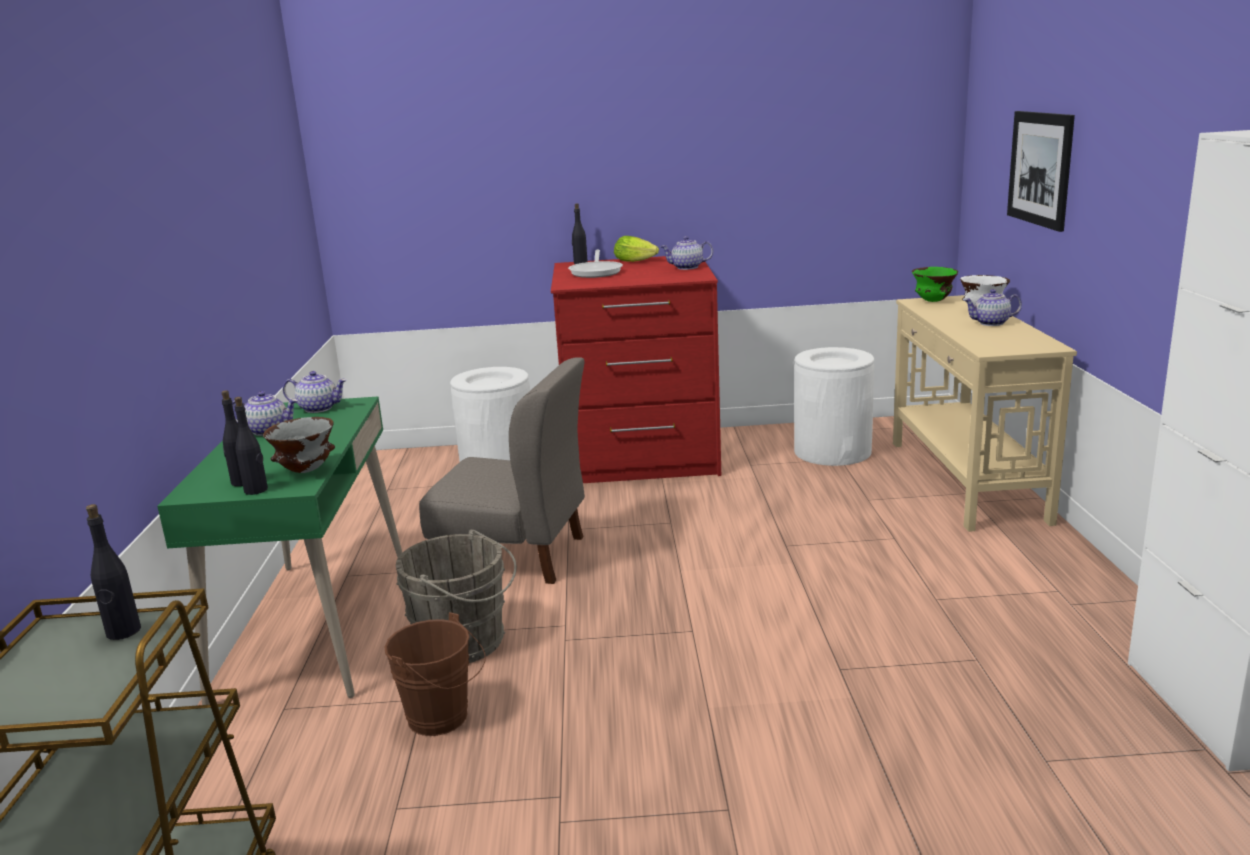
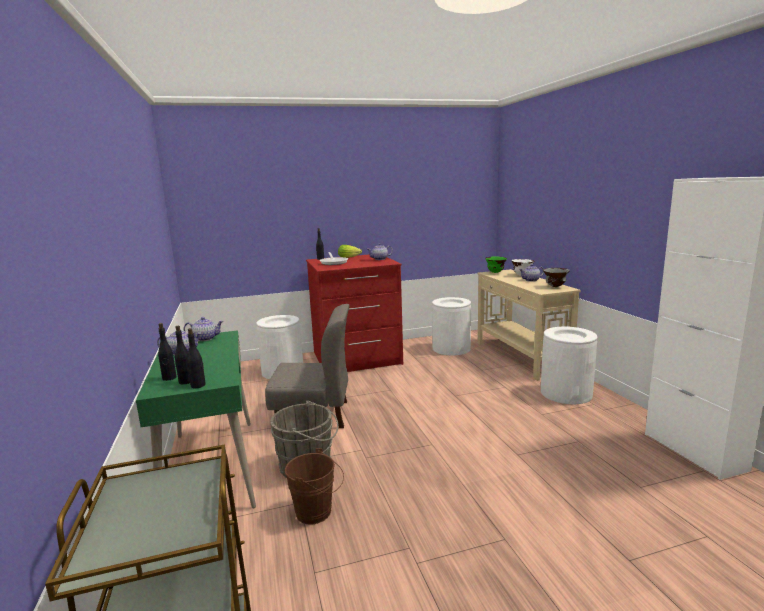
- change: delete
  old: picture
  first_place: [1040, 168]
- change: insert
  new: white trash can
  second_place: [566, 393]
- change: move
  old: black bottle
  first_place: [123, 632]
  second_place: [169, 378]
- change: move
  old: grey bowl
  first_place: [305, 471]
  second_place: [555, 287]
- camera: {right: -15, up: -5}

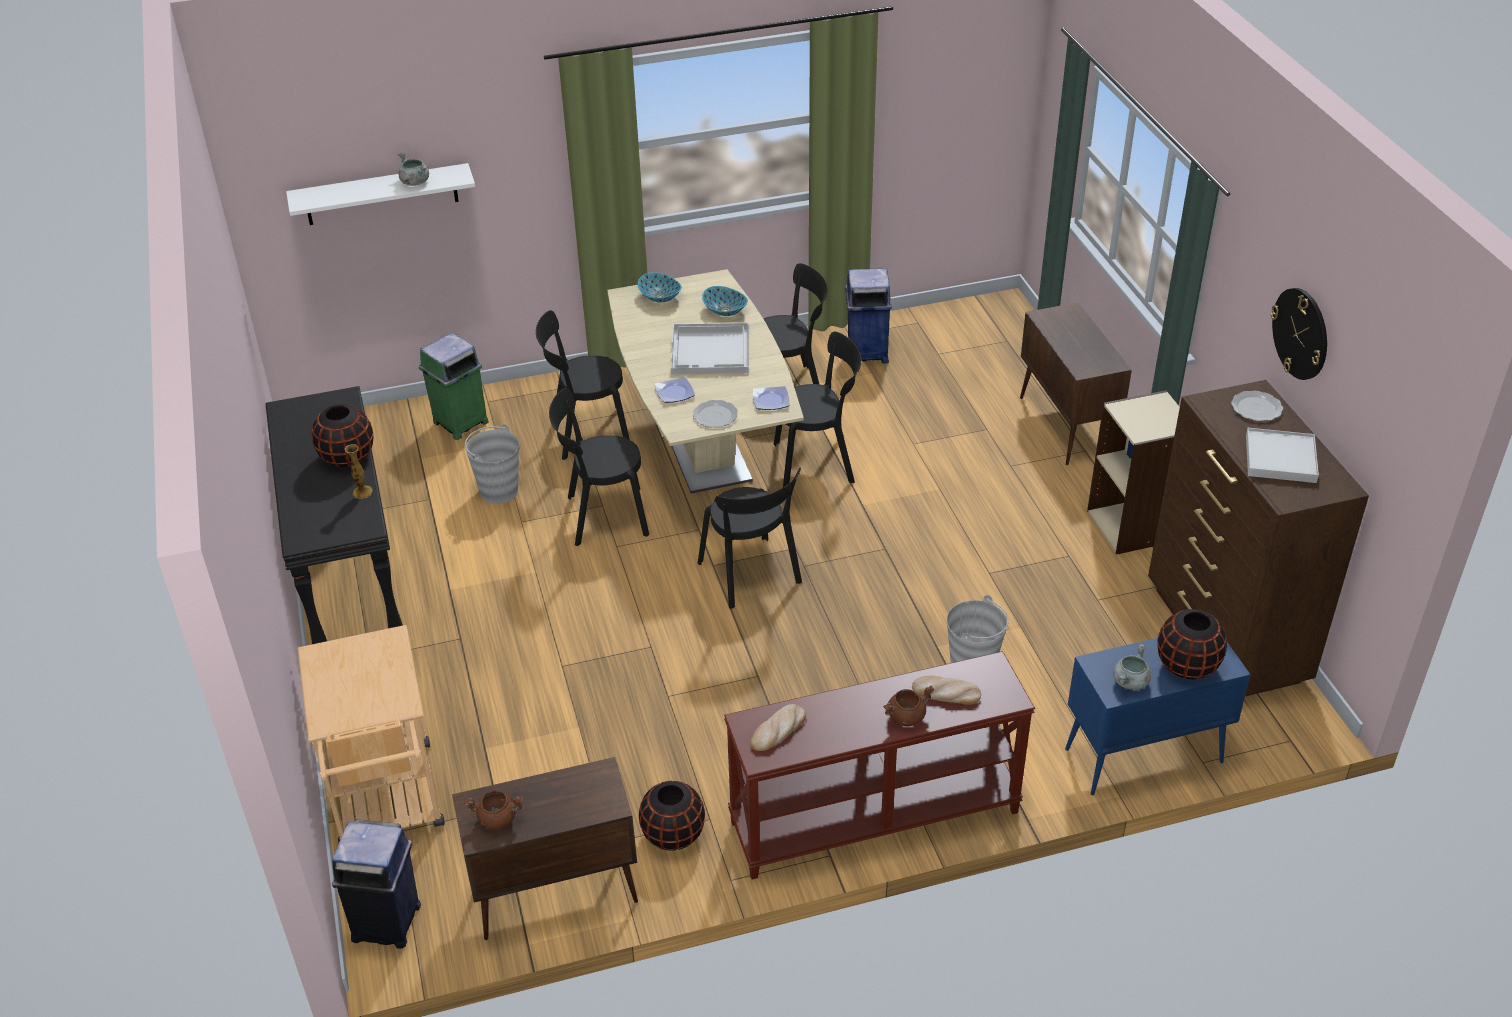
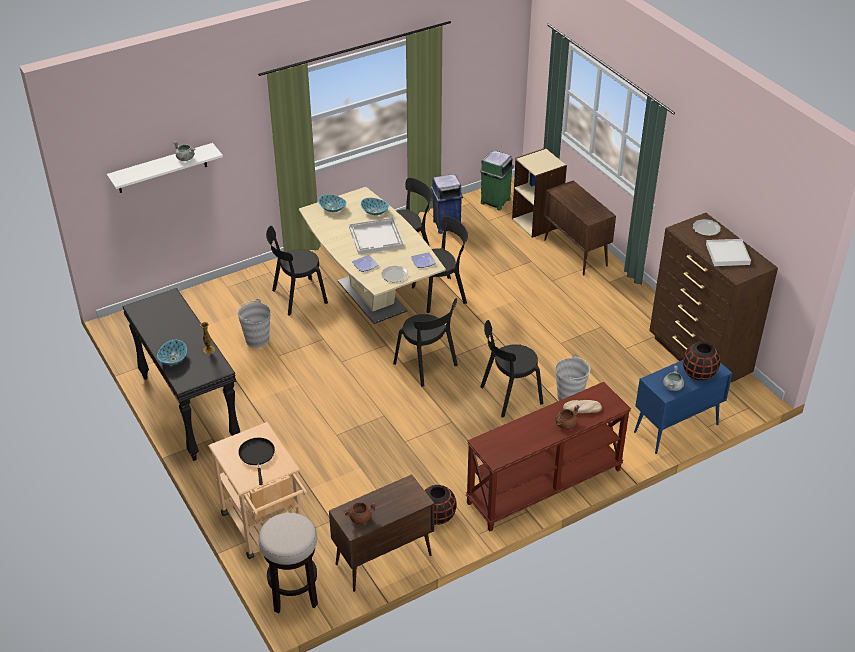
- change: delete
  old: black vase
  first_place: [347, 457]
- change: delete
  old: bread
  first_place: [778, 730]
- change: delete
  old: wall clock
  first_place: [1301, 333]
- change: insert
  new: bowl
  second_place: [173, 359]
- change: insert
  new: black frying pan
  second_place: [257, 456]
- change: move
  old: green trash can
  first_place: [459, 423]
  second_place: [495, 202]
- change: move
  old: black chair
  first_place: [602, 516]
  second_place: [508, 396]
- change: move
  old: beige bookcase
  first_place: [1133, 525]
  second_place: [537, 223]
- change: replace
  old: blue trash can
  new: stool
  first_place: [388, 923]
  second_place: [294, 593]
- camera: {right: -15, up: 0}

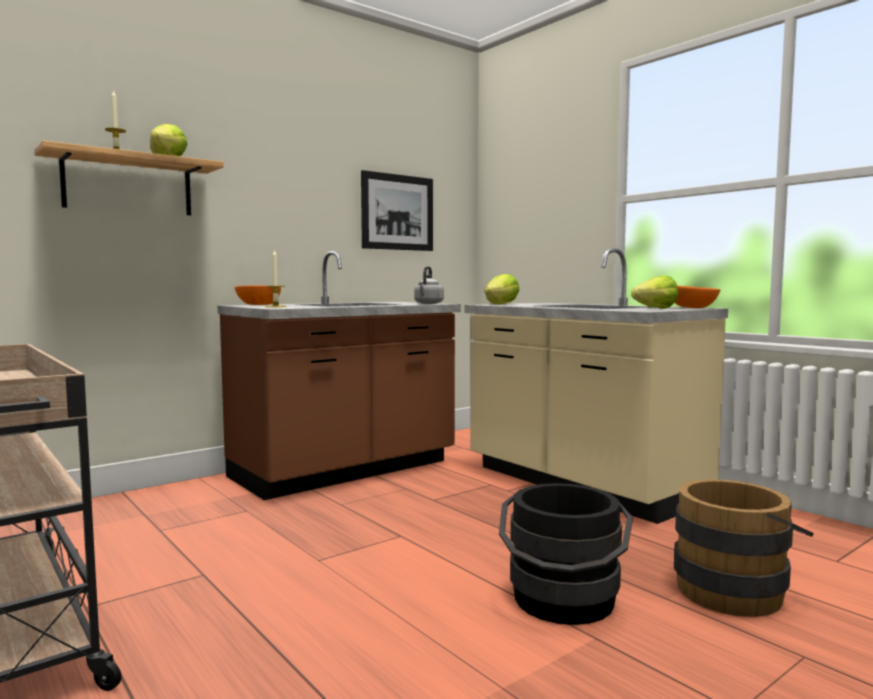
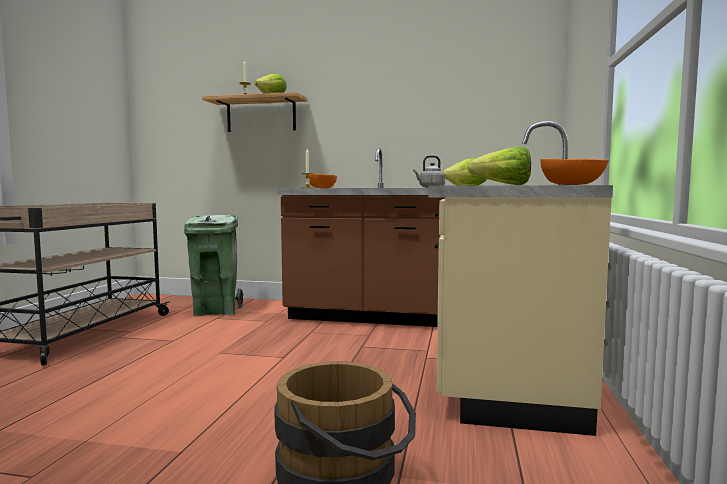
- change: delete
  old: picture
  first_place: [397, 212]
- change: delete
  old: black bucket
  first_place: [563, 604]
- change: insert
  new: green trash can
  second_place: [215, 311]
- camera: {right: 50, up: 0}

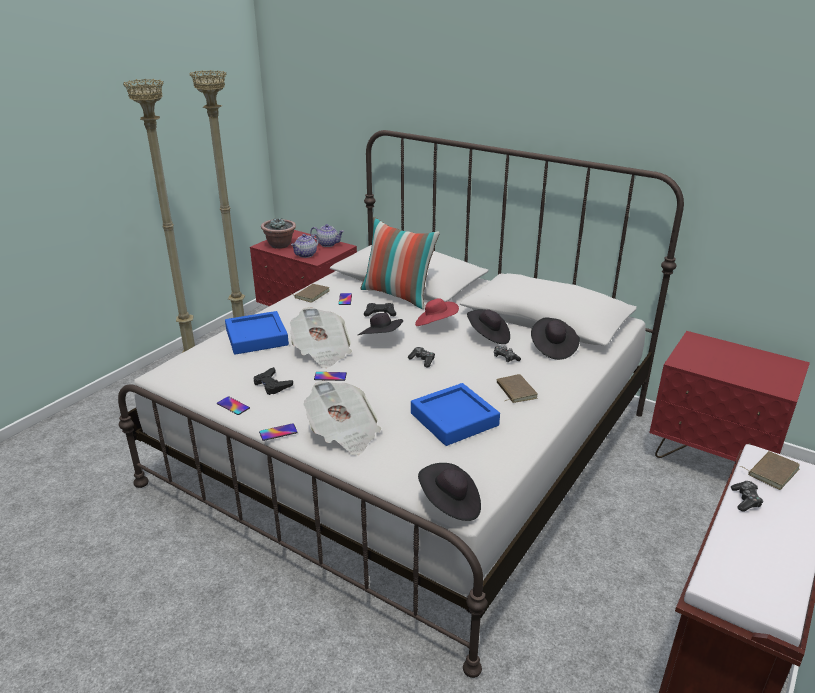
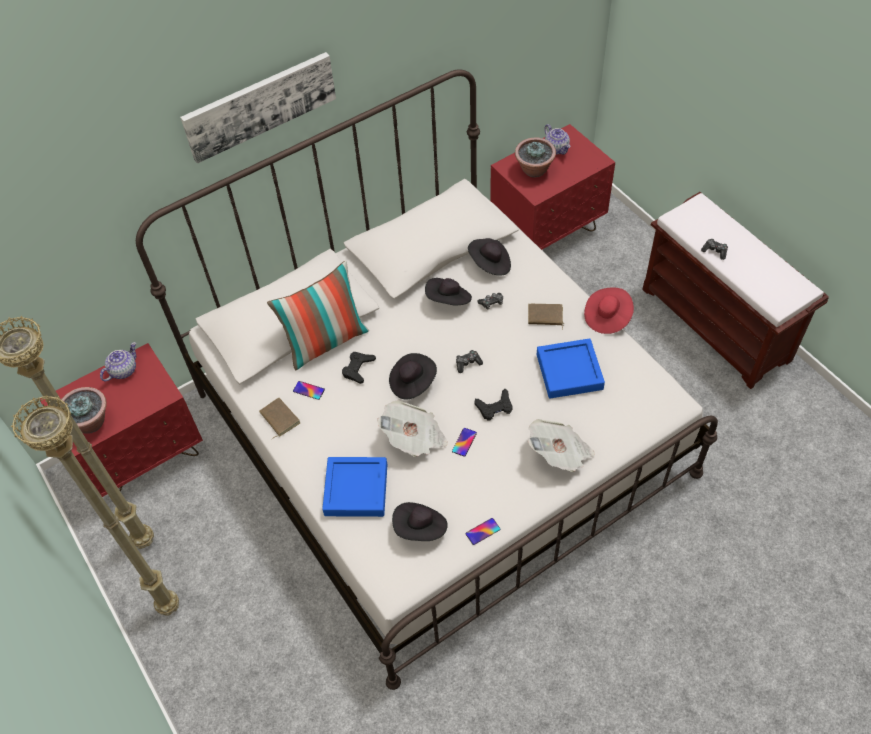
- change: delete
  old: phone
  first_place: [278, 432]
- change: delete
  old: brown book
  first_place: [771, 471]
- change: insert
  new: picture
  second_place: [259, 105]
- change: insert
  new: potted plant
  second_place: [534, 170]
- change: move
  old: black game controller
  first_place: [272, 385]
  second_place: [495, 407]
- change: move
  old: teapot
  first_place: [306, 255]
  second_place: [556, 149]
- change: move
  old: red hat
  first_place: [435, 324]
  second_place: [607, 317]
- change: move
  old: black hat
  first_place: [450, 504]
  second_place: [420, 528]
- camera: {right: -65, up: 25}

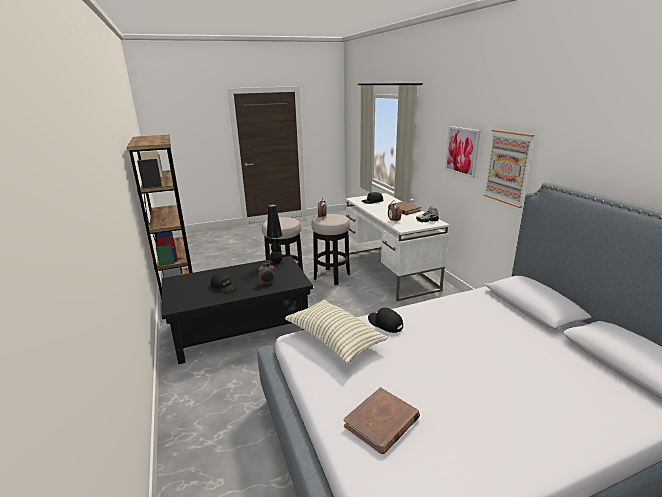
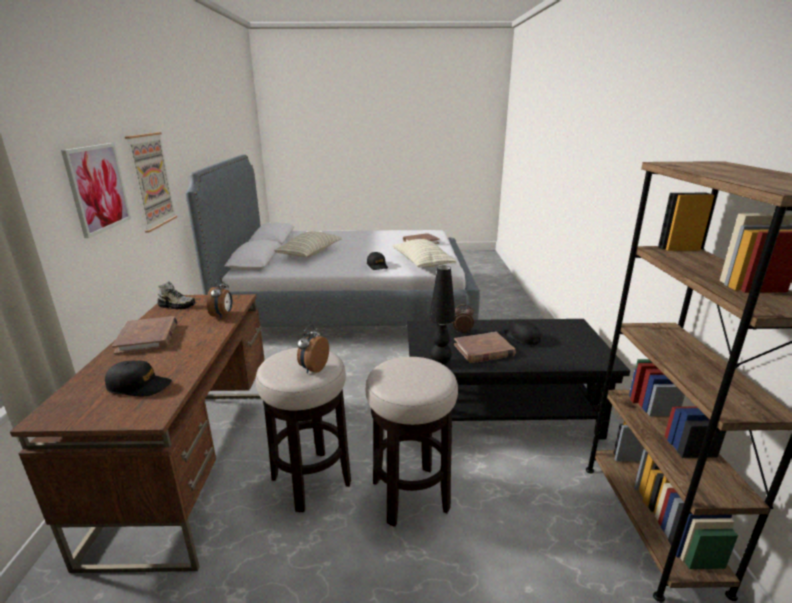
- change: insert
  new: pillow
  second_place: [310, 254]
- change: insert
  new: brown book
  second_place: [484, 350]
- change: recolor
  old: white desk
  new: brown desk
  first_place: [389, 271]
  second_place: [192, 464]
- camera: {right: -160, up: 0}

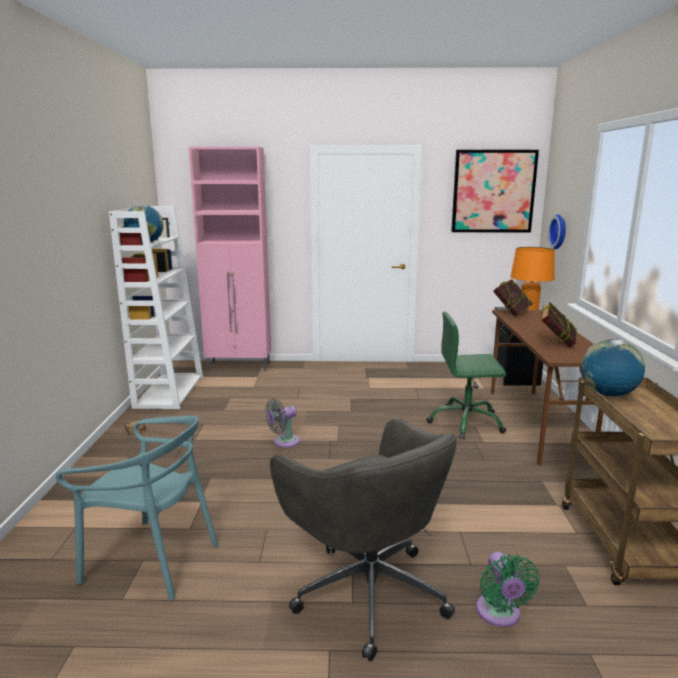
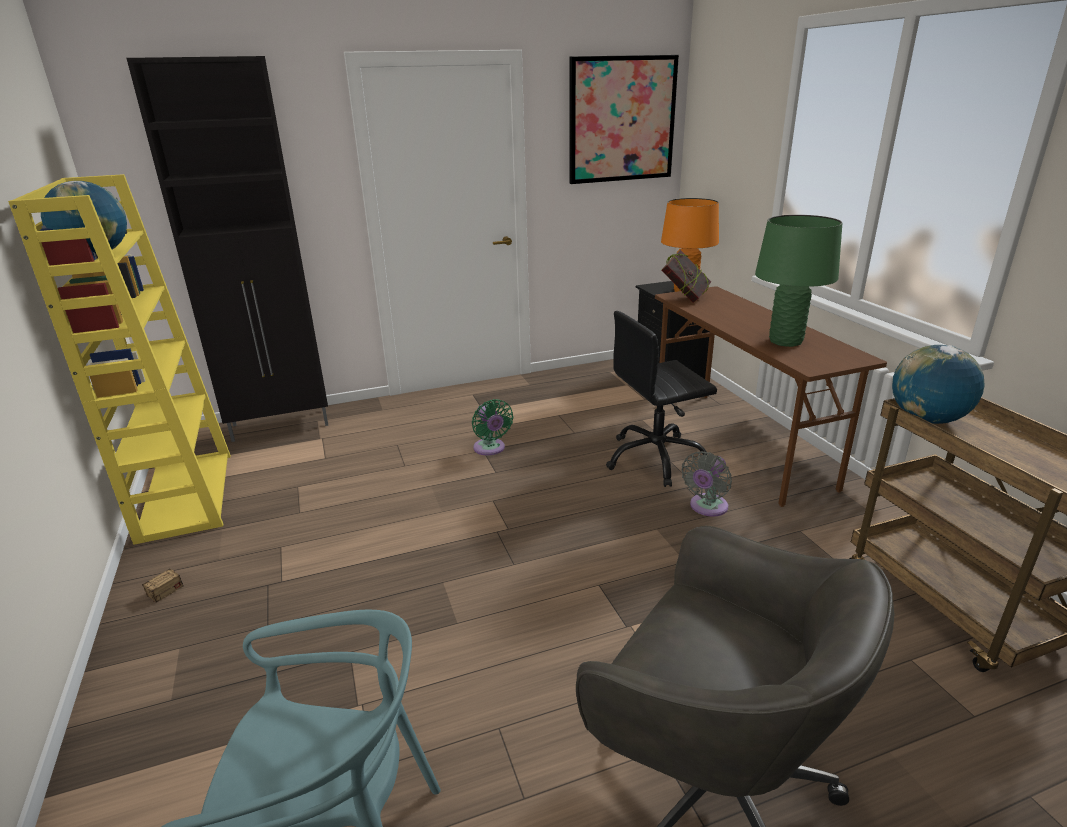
- change: delete
  old: wall clock
  first_place: [560, 231]
- change: move
  old: grey fan
  first_place: [284, 442]
  second_place: [706, 507]
- change: move
  old: green fan
  first_place: [499, 614]
  second_place: [490, 449]
- change: replace
  old: book
  new: green table lamp
  first_place: [556, 343]
  second_place: [786, 341]
- change: recolor
  old: white bookcase
  new: yellow bookcase
  first_place: [169, 391]
  second_place: [185, 495]
- change: recolor
  old: pink cabinet
  new: black cabinet
  first_place: [239, 366]
  second_place: [282, 425]
- change: recolor
  old: green office chair
  new: black office chair
  first_place: [466, 422]
  second_place: [656, 458]
- camera: {right: -20, up: 10}

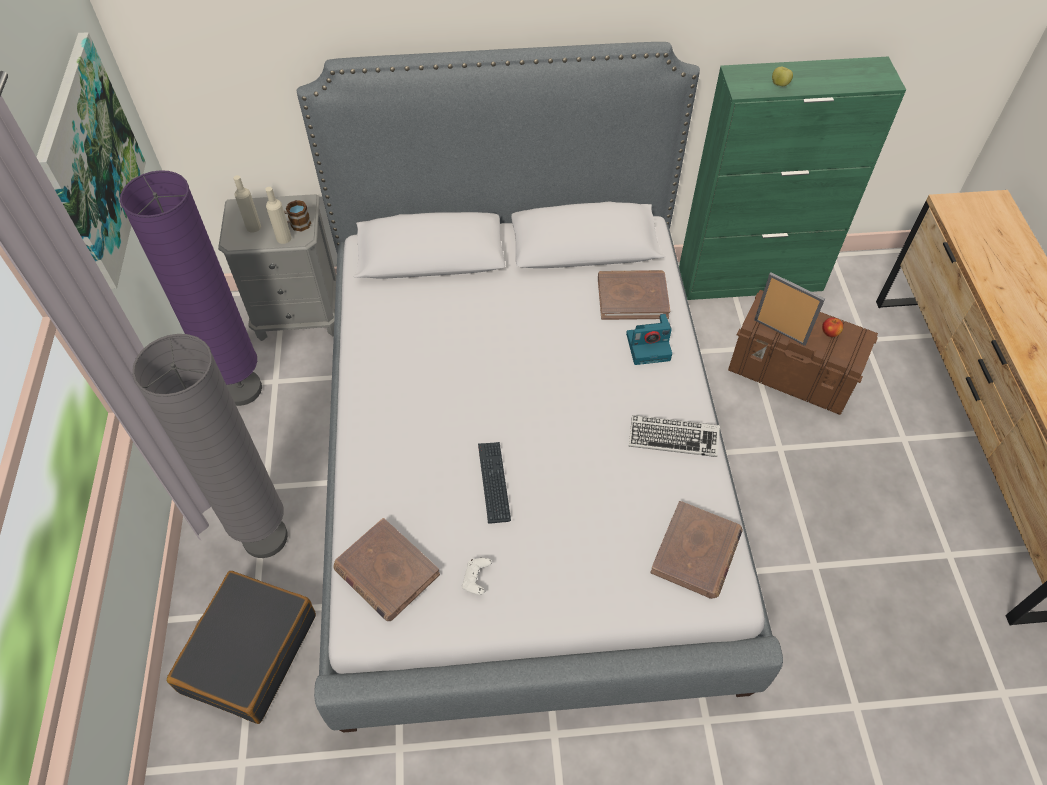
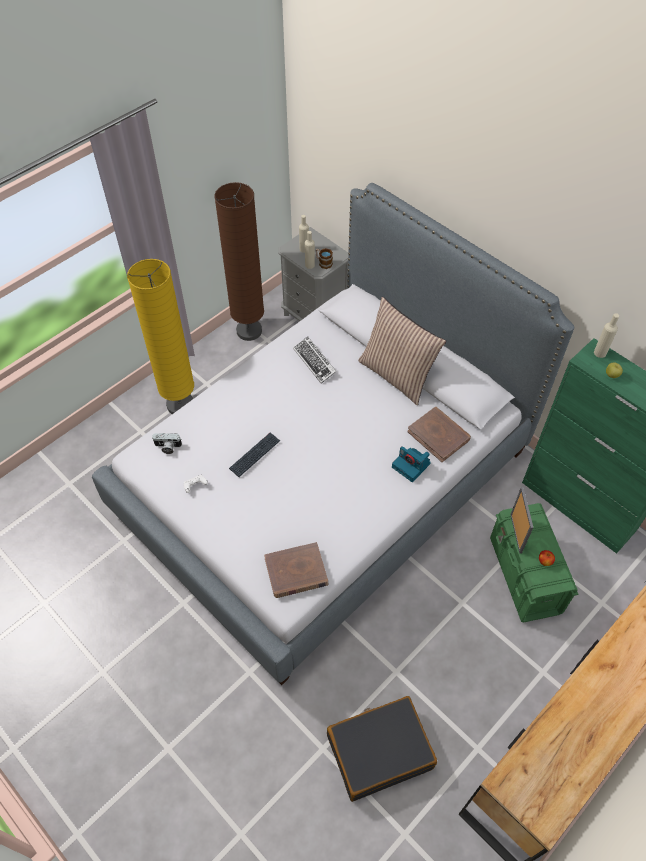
- change: delete
  old: picture
  first_place: [91, 162]
- change: insert
  new: pillow
  second_place: [397, 375]
- change: insert
  new: beige bottle
  second_place: [600, 353]
- change: move
  old: black suitcase
  first_place: [249, 652]
  second_place: [379, 751]
- change: move
  old: keyboard
  first_place: [673, 438]
  second_place: [314, 362]
- change: replace
  old: brown book
  new: photo camera
  first_place: [386, 572]
  second_place: [167, 447]
- change: recolor
  old: purple floor lamp
  new: brown floor lamp
  first_place: [242, 389]
  second_place: [249, 331]
- change: recolor
  old: grey floor lamp
  new: yellow floor lamp
  first_place: [265, 538]
  second_place: [180, 405]
- change: recolor
  old: brown storage box
  new: green storage box
  first_place: [791, 375]
  second_place: [524, 576]
- camera: {right: 50, up: 0}

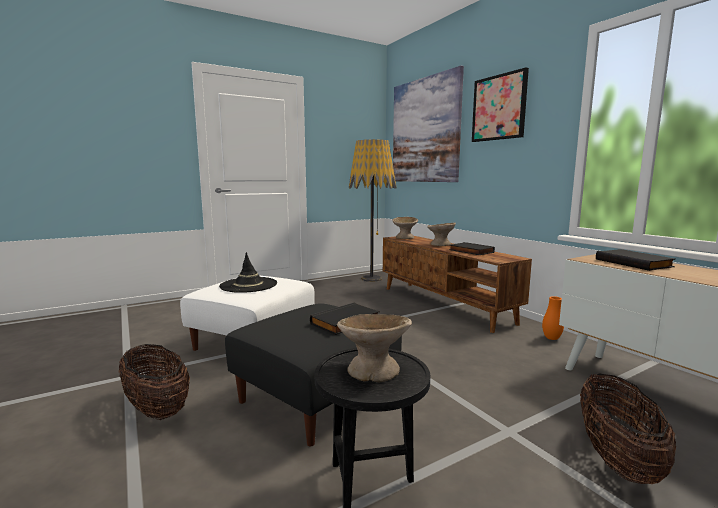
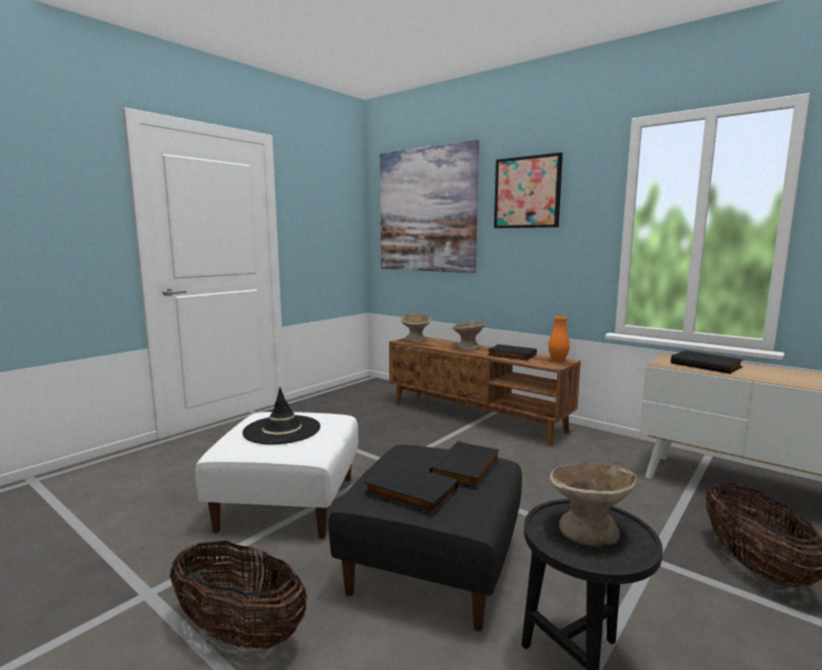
- change: delete
  old: floor lamp
  first_place: [371, 278]
- change: insert
  new: black book
  second_place: [409, 493]
- change: move
  old: orange vase
  first_place: [551, 338]
  second_place: [558, 360]
- camera: {right: -20, up: 0}

